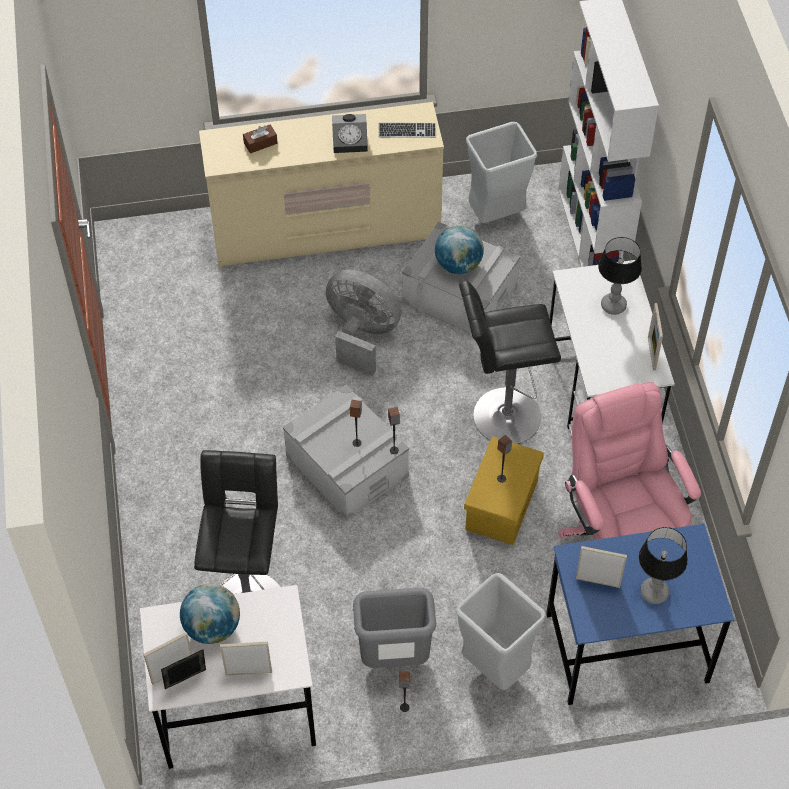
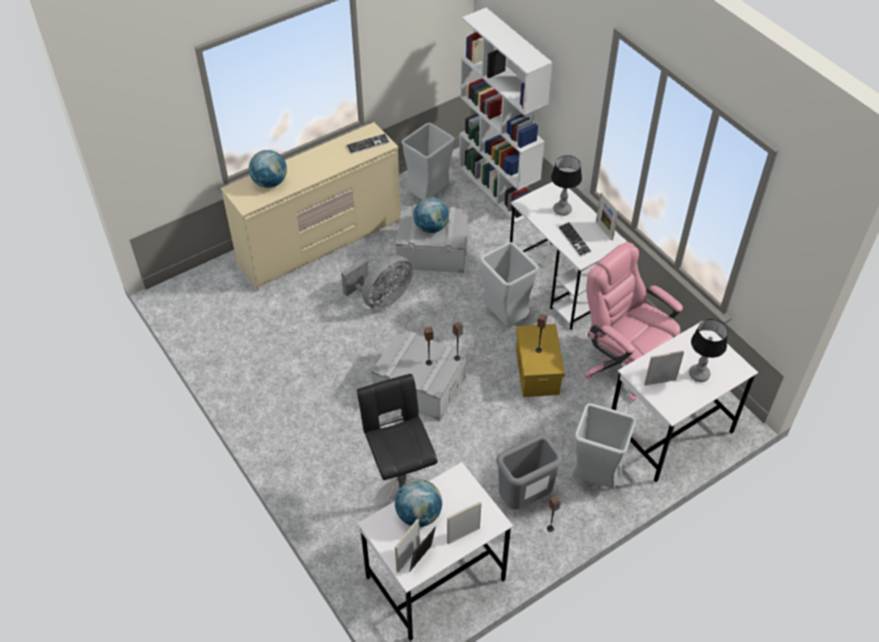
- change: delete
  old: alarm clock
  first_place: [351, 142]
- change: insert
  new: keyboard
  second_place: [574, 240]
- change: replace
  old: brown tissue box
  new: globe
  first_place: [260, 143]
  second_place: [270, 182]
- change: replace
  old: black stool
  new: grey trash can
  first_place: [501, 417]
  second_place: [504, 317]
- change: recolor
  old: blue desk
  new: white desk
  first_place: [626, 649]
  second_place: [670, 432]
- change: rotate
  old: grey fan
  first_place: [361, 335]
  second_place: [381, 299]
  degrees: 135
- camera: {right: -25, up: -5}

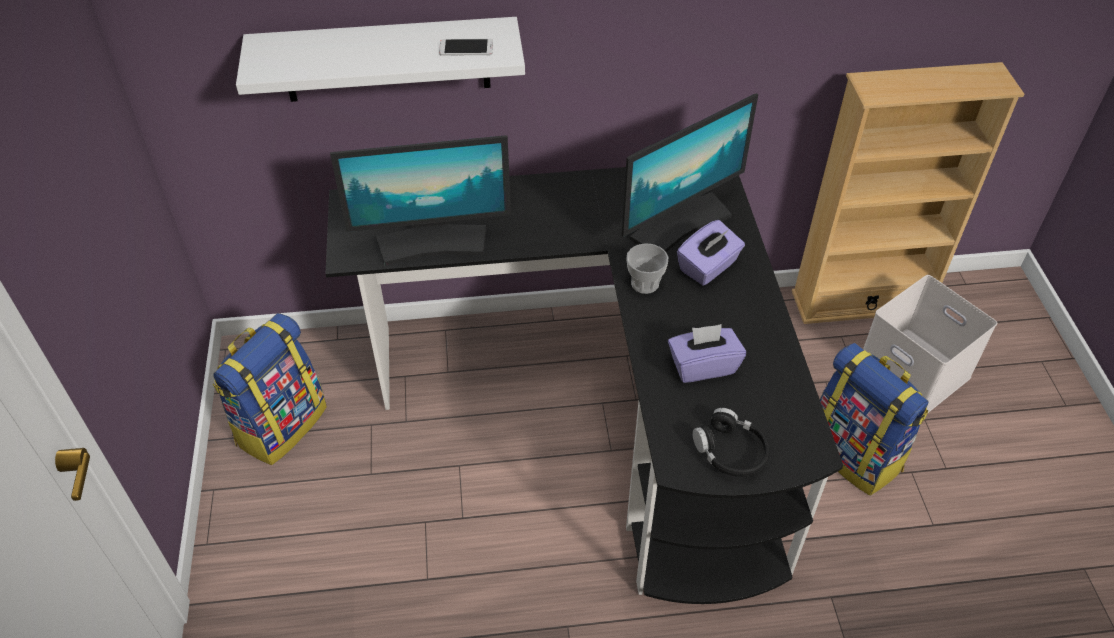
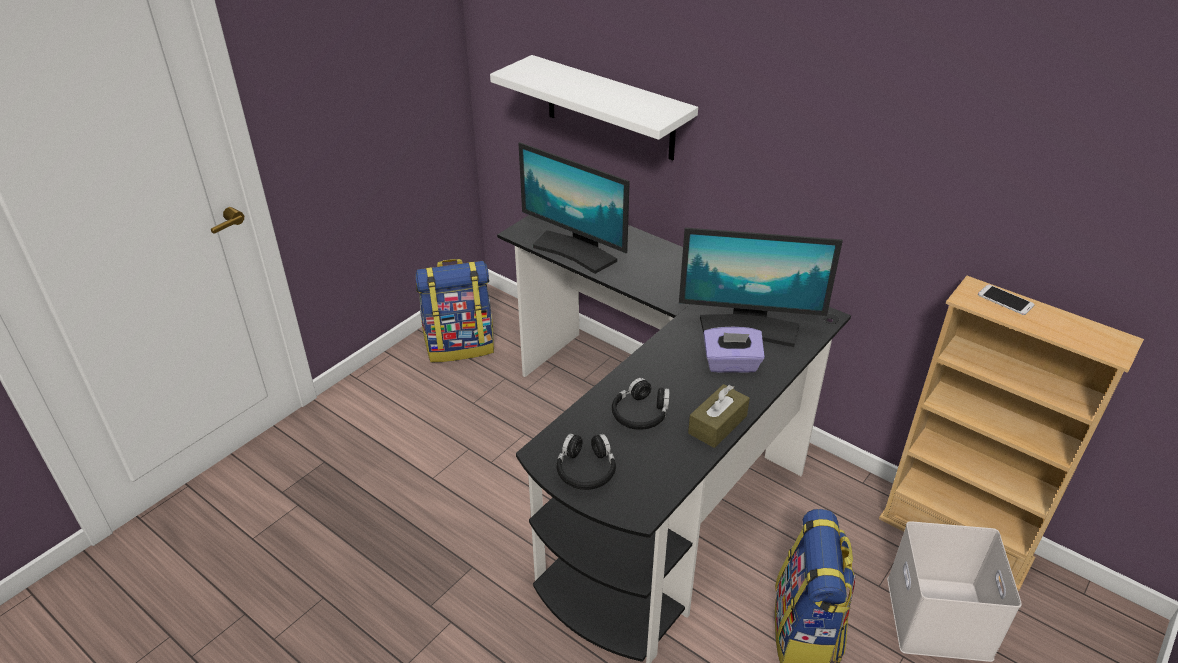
- change: delete
  old: cup
  first_place: [645, 283]
- change: insert
  new: brown tissue box
  second_place: [717, 424]
- change: move
  old: phone
  first_place: [466, 48]
  second_place: [1005, 300]
- change: replace
  old: purple tissue box
  new: black headphones
  first_place: [703, 366]
  second_place: [641, 413]
- camera: {right: 45, up: -10}

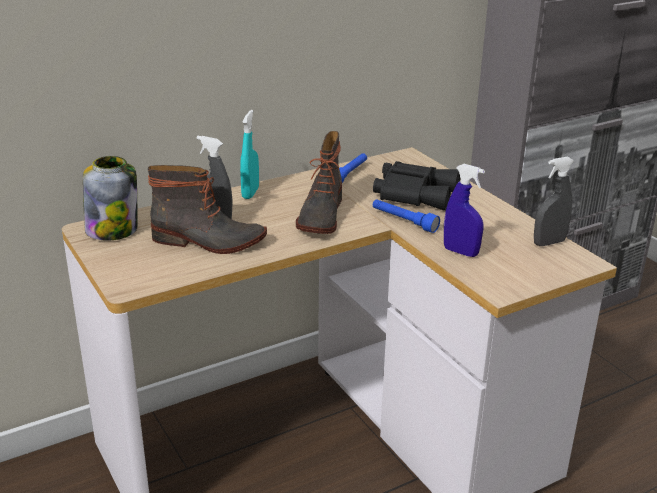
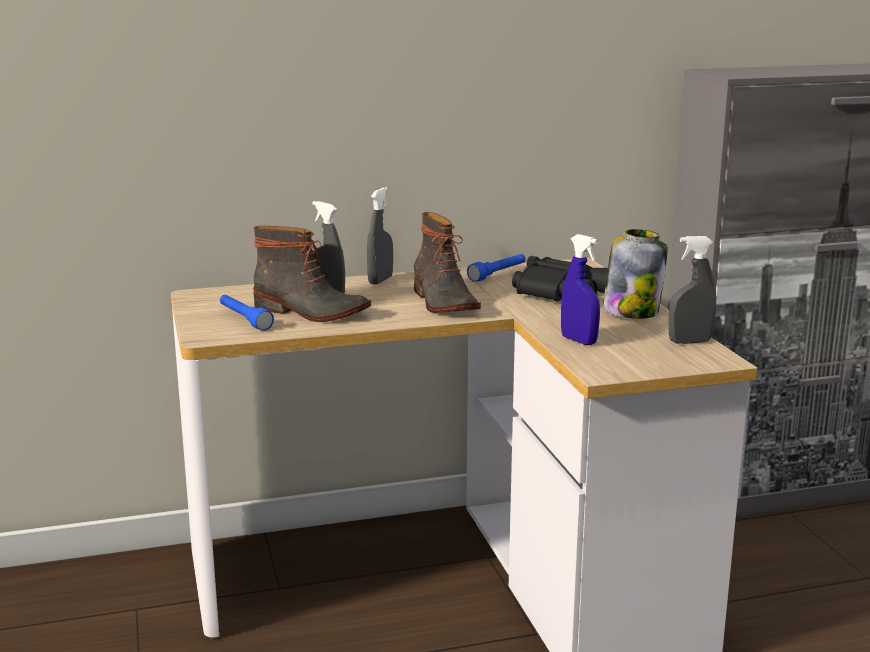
- change: move
  old: jar
  first_place: [113, 229]
  second_place: [631, 311]
- change: move
  old: blue flashlight
  first_place: [404, 221]
  second_place: [244, 320]
- change: recolor
  old: turquoise spray bottle
  new: grey spray bottle
  first_place: [250, 193]
  second_place: [380, 280]
- change: rotate
  old: boot
  first_place: [320, 216]
  second_place: [442, 302]
  degrees: -45
- camera: {right: 15, up: -10}

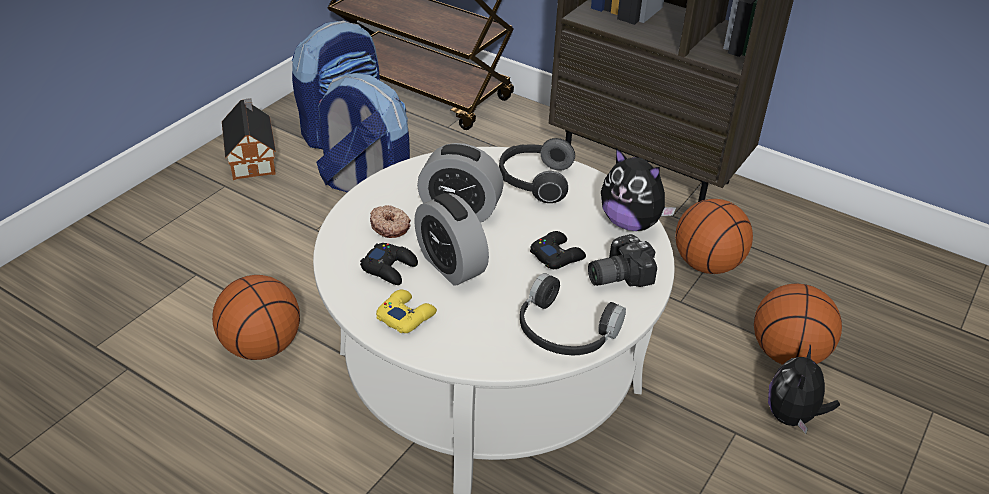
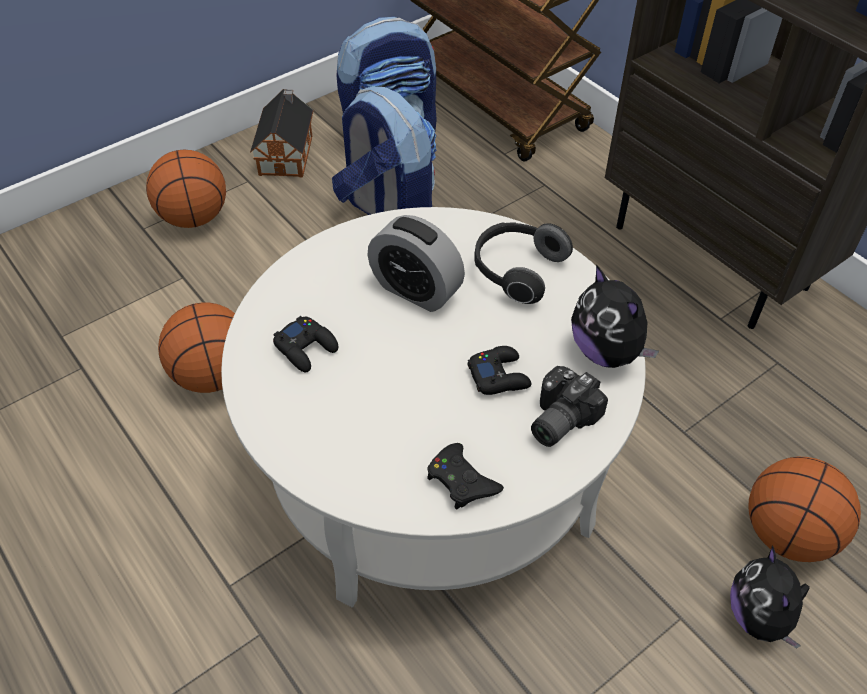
- change: delete
  old: donut
  first_place: [390, 226]
- change: delete
  old: yellow game controller
  first_place: [406, 316]
- change: delete
  old: alarm clock
  first_place: [451, 265]
- change: move
  old: basketball
  first_place: [707, 264]
  second_place: [194, 218]
- change: replace
  old: black headphones
  new: black game controller
  first_place: [564, 332]
  second_place: [461, 481]
- change: rotate
  old: photo camera
  first_place: [616, 275]
  second_place: [557, 418]
  degrees: -45
- change: rotate
  old: plush toy
  first_place: [792, 416]
  second_place: [759, 617]
  degrees: -45
- camera: {right: 20, up: 10}

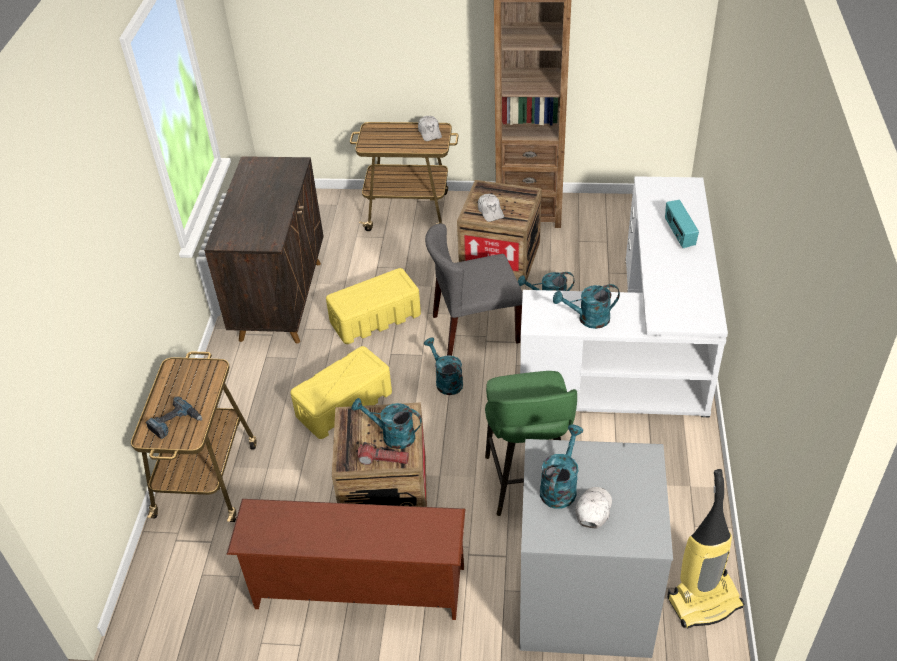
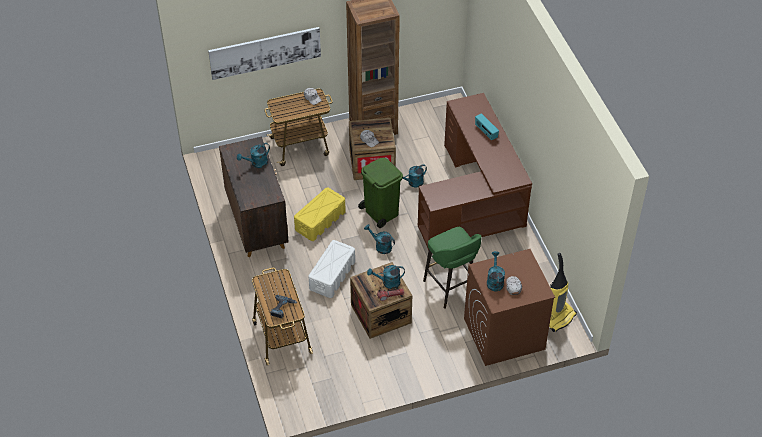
- change: delete
  old: brown shoe rack
  first_place: [357, 589]
- change: insert
  new: picture
  second_place: [265, 52]
- change: move
  old: turquoise watering can
  first_place: [588, 319]
  second_place: [256, 163]
- change: replace
  old: grey chair
  new: green trash can
  first_place: [475, 329]
  second_place: [381, 212]
- change: recolor
  old: yellow storage box
  new: white storage box
  first_place: [343, 405]
  second_place: [332, 276]
- change: recolor
  old: white desk
  new: brown desk
  first_place: [639, 349]
  second_place: [475, 198]
- change: recolor
  old: grey washing machine
  new: brown washing machine
  first_place: [583, 599]
  second_place: [503, 334]
- camera: {right: -25, up: 5}

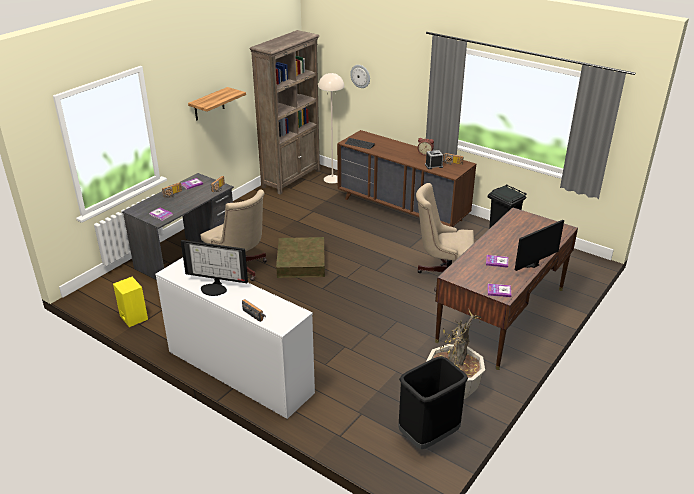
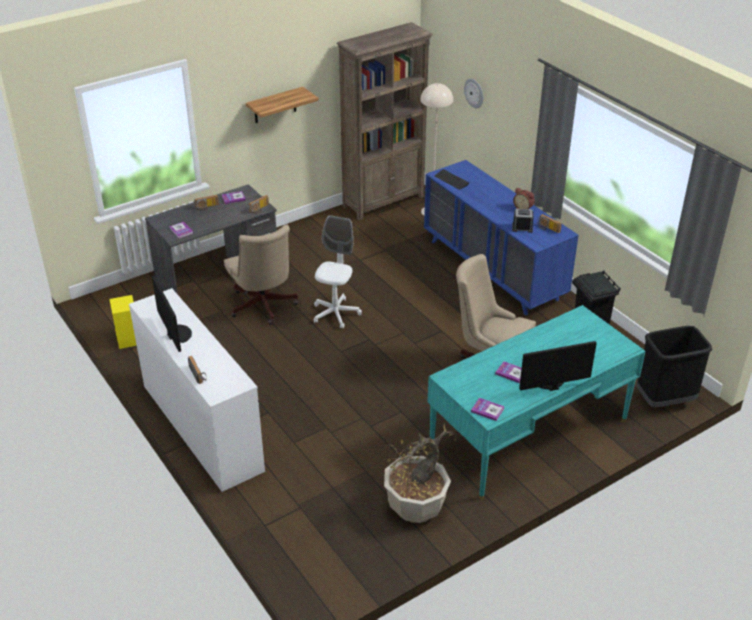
- change: move
  old: black trash can
  first_place: [428, 436]
  second_place: [664, 400]
- change: replace
  old: brown storage box
  new: white office chair
  first_place: [301, 262]
  second_place: [335, 313]
- change: recolor
  old: brown dresser
  new: blue dresser
  first_place: [402, 209]
  second_place: [493, 270]
- change: recolor
  old: brown desk
  new: turquoise desk
  first_place: [501, 314]
  second_place: [529, 434]
- change: rotate
  old: monitor
  first_place: [215, 288]
  second_place: [177, 334]
  degrees: -150
- camera: {right: 20, up: 5}

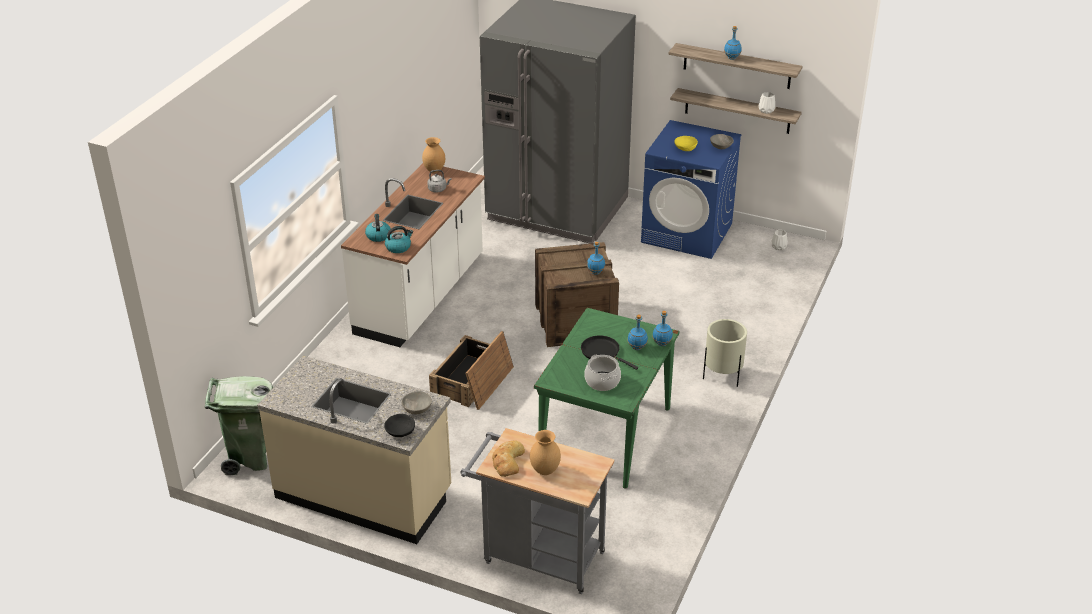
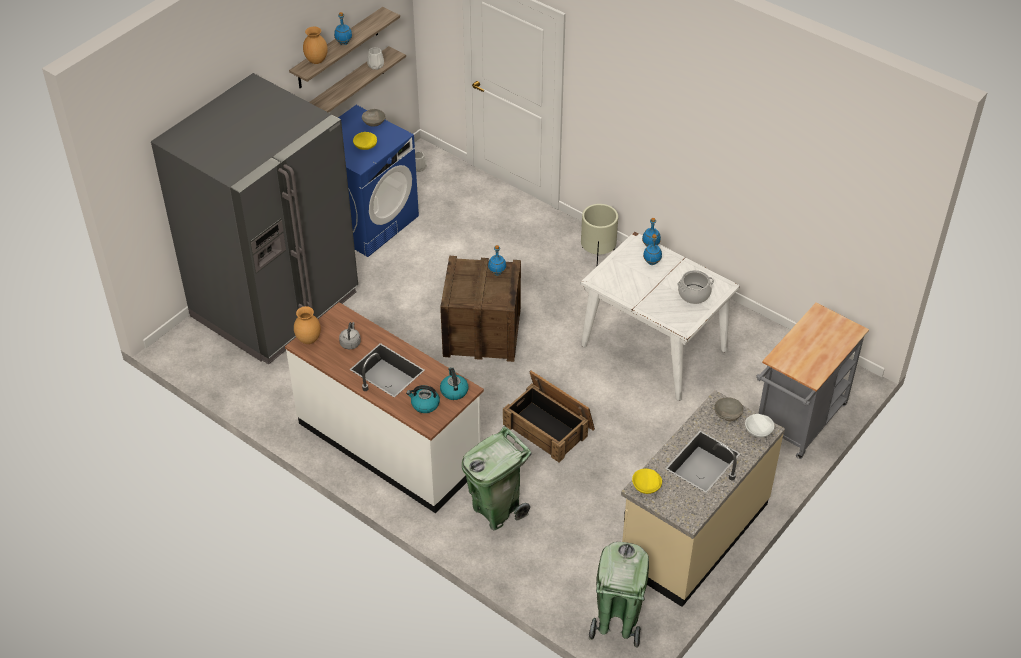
- change: delete
  old: bread
  first_place: [507, 461]
- change: delete
  old: black frying pan
  first_place: [602, 352]
- change: insert
  new: green trash can
  second_place: [496, 510]
- change: insert
  new: yellow bowl
  second_place: [646, 486]
- change: move
  old: brown vase
  first_place: [545, 470]
  second_place: [316, 61]
- change: recolor
  old: black bowl
  new: white bowl
  first_place: [400, 432]
  second_place: [758, 431]
- change: recolor
  old: green dining table
  new: white dining table
  first_place: [605, 433]
  second_place: [652, 347]
- camera: {right: -75, up: 10}

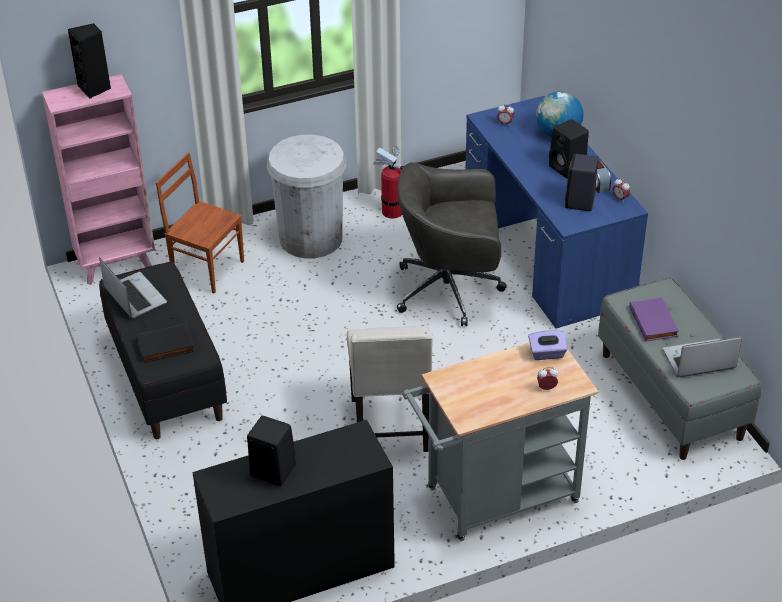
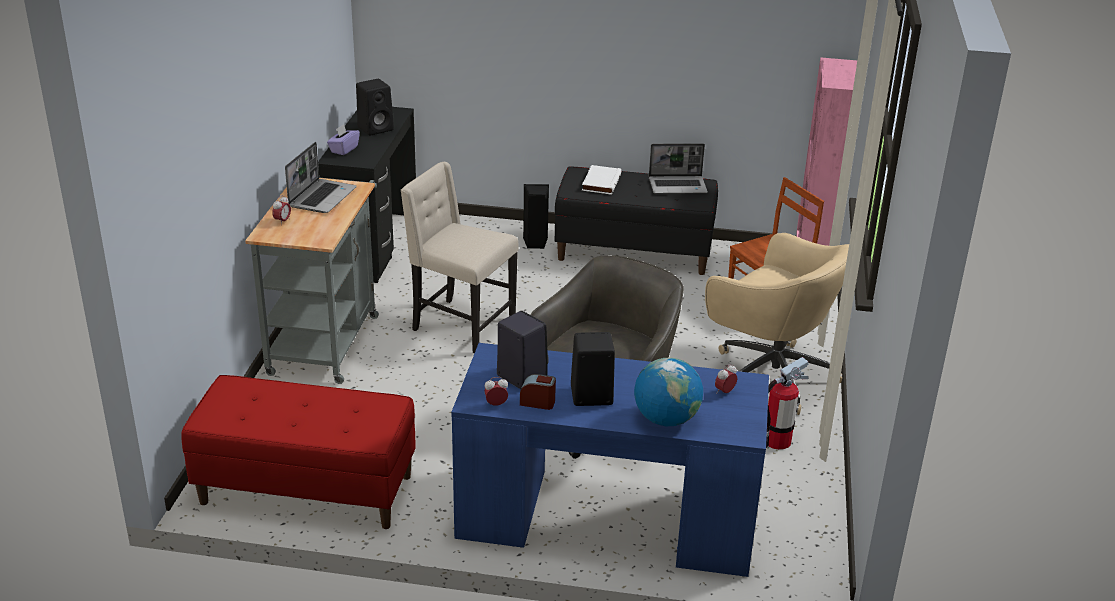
- change: delete
  old: purple book
  first_place: [654, 322]
- change: move
  old: black speaker
  first_place: [95, 89]
  second_place: [535, 243]
- change: move
  old: purple tissue box
  first_place: [547, 354]
  second_place: [344, 149]
- change: move
  old: laptop
  first_place: [698, 361]
  second_place: [322, 197]
- change: replace
  old: white trash can
  new: beige office chair
  first_place: [311, 238]
  second_place: [770, 375]
- change: recolor
  old: black book
  new: white book
  first_place: [165, 347]
  second_place: [600, 182]
- change: recolor
  old: grey bench
  new: red bench
  first_place: [671, 395]
  second_place: [306, 490]
- camera: {right: 120, up: -10}

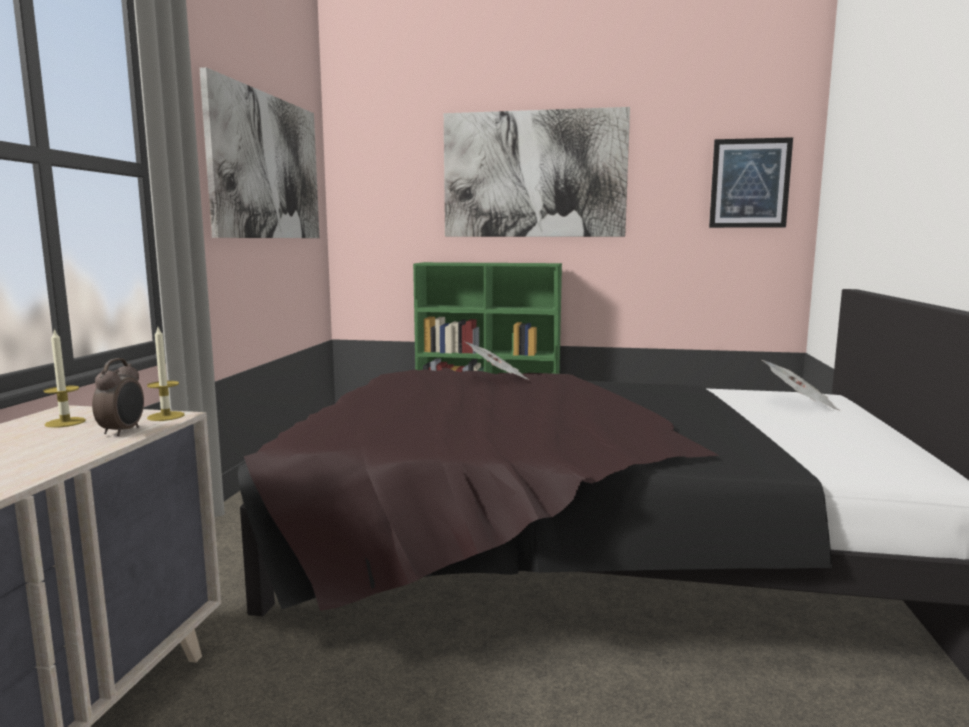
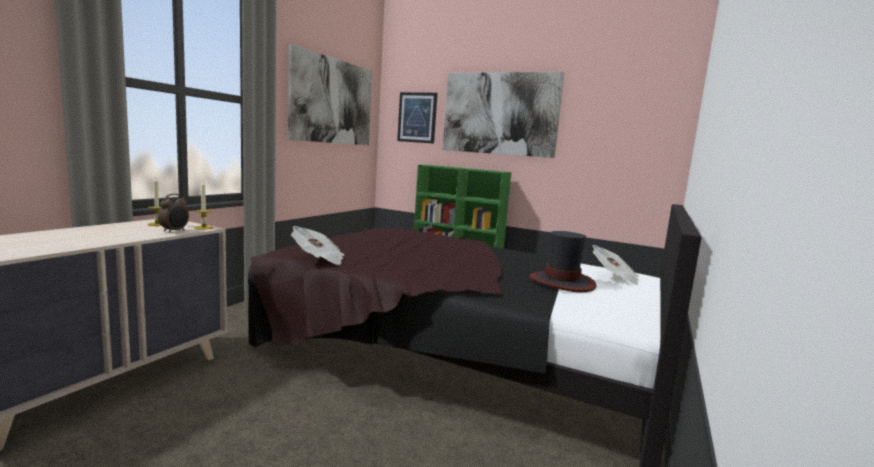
- change: insert
  new: hat
  second_place: [562, 282]
- change: move
  old: newspaper
  first_place: [497, 378]
  second_place: [318, 260]
- change: move
  old: picture
  first_place: [749, 183]
  second_place: [417, 117]
- camera: {right: 15, up: 0}

